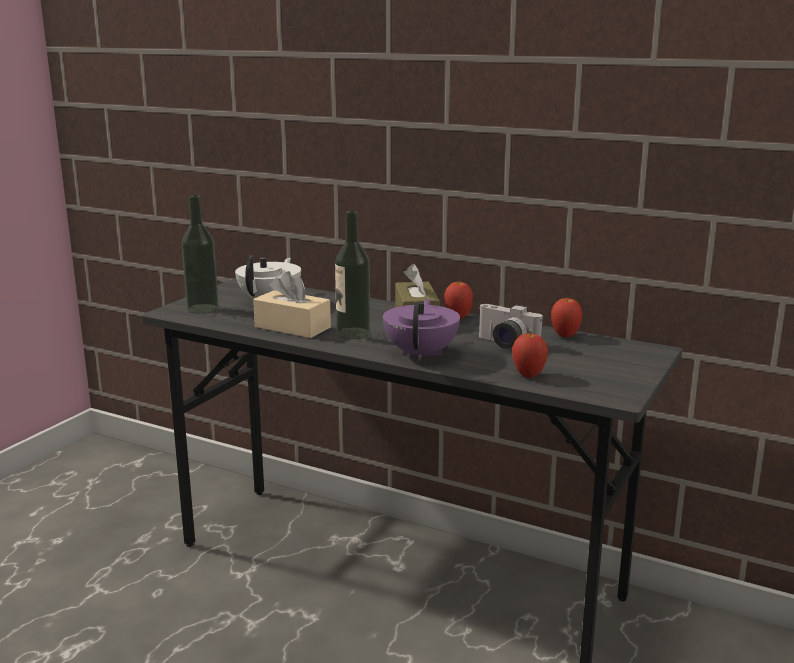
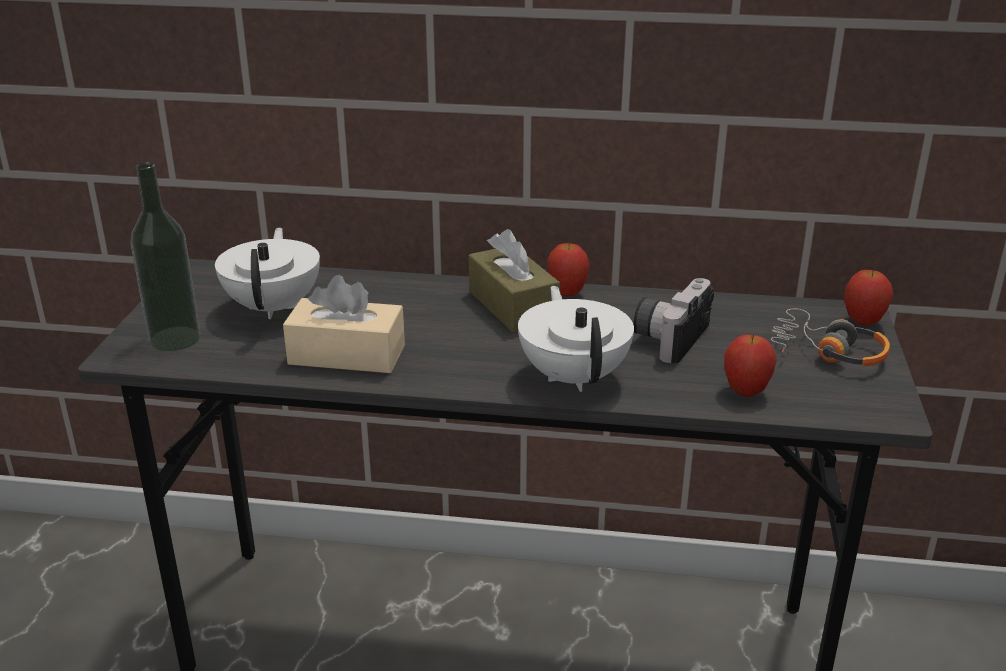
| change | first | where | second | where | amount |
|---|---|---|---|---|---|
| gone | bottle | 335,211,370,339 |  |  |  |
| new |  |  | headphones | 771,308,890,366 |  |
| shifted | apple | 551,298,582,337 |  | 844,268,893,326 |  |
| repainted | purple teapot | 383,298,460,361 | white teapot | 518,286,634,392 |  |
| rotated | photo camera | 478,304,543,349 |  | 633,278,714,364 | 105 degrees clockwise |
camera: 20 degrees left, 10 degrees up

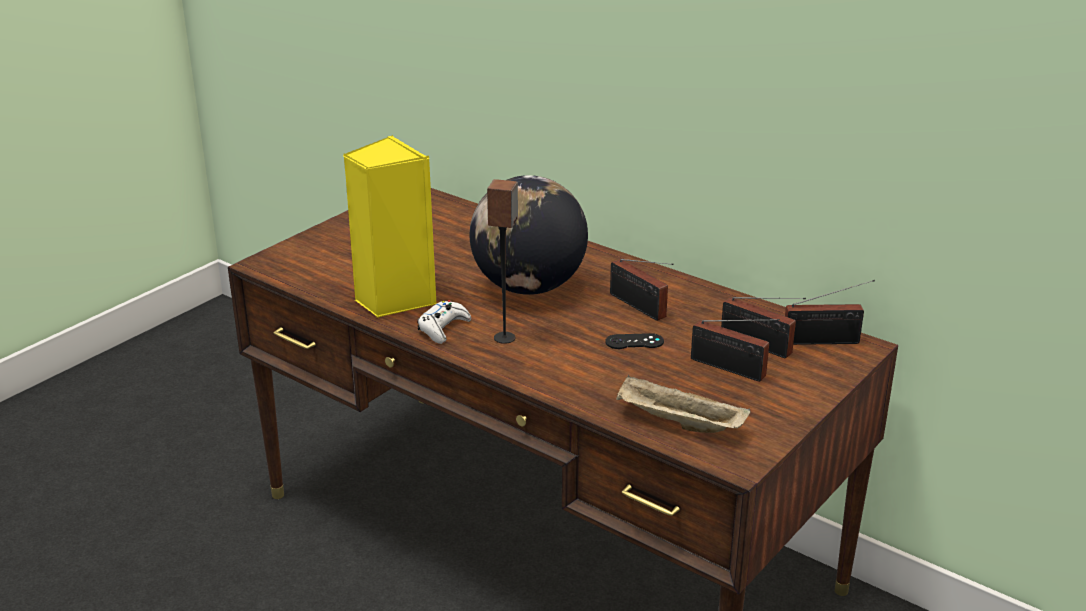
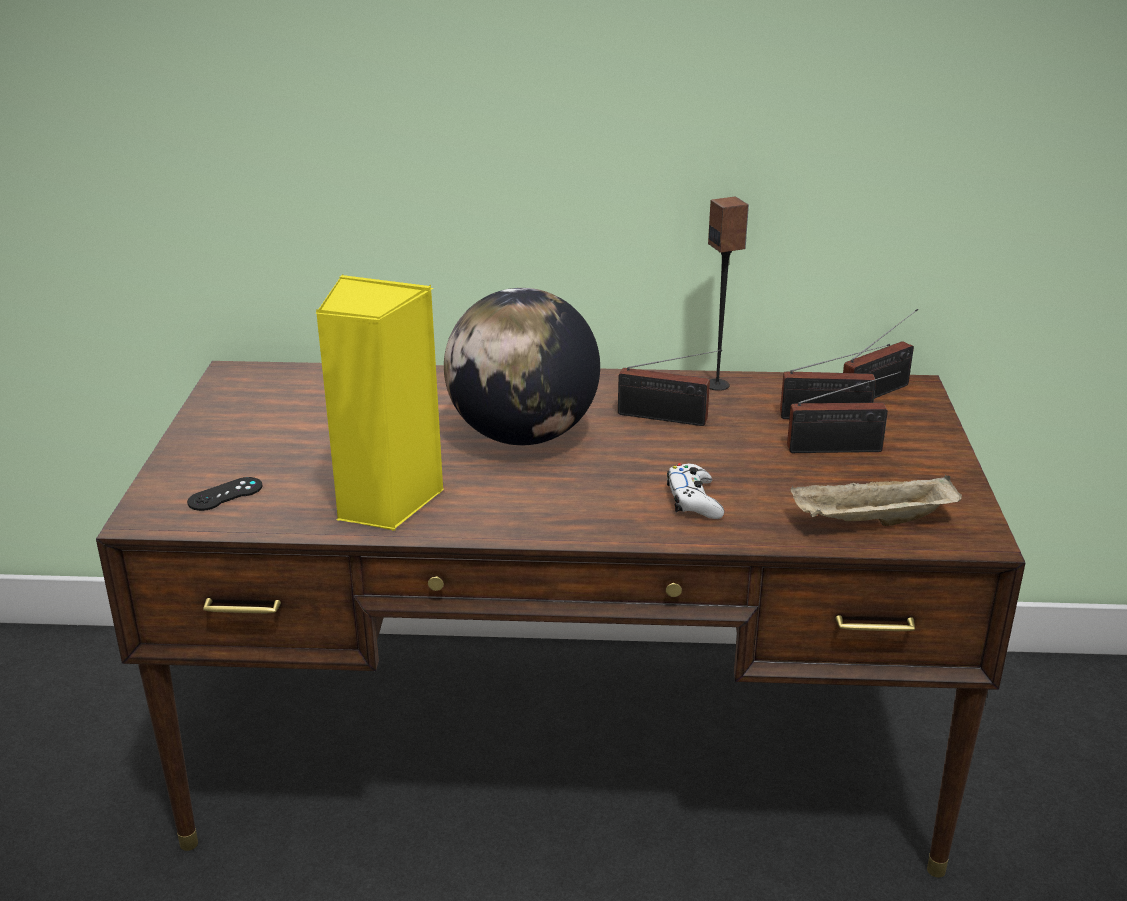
| change | first | where | second | where | amount |
|---|---|---|---|---|---|
| shifted | white game controller | 417,300,471,344 |  | 667,463,724,519 |  |
| shifted | speaker | 487,179,518,344 |  | 708,197,749,391 |  |
| shifted | black game controller | 605,333,664,349 |  | 187,477,262,511 |  |
camera: 35 degrees left, 0 degrees up

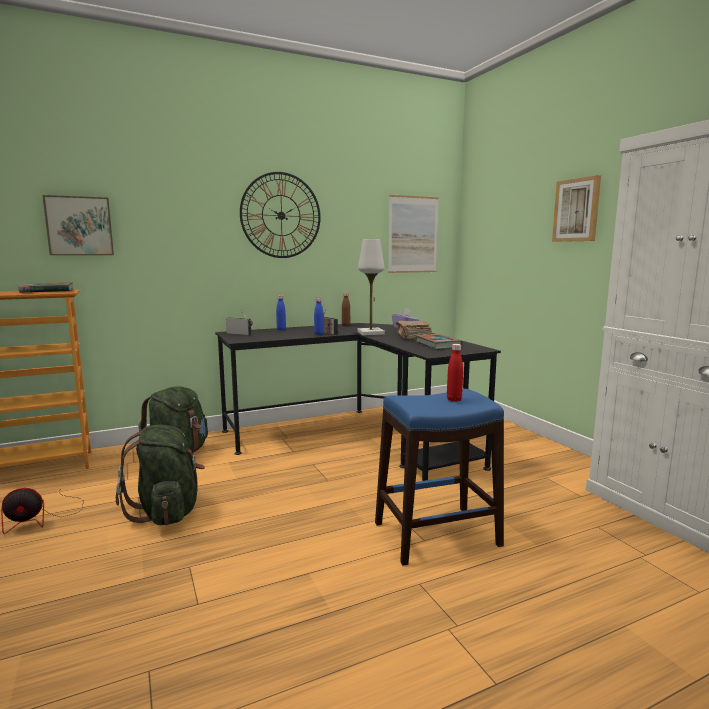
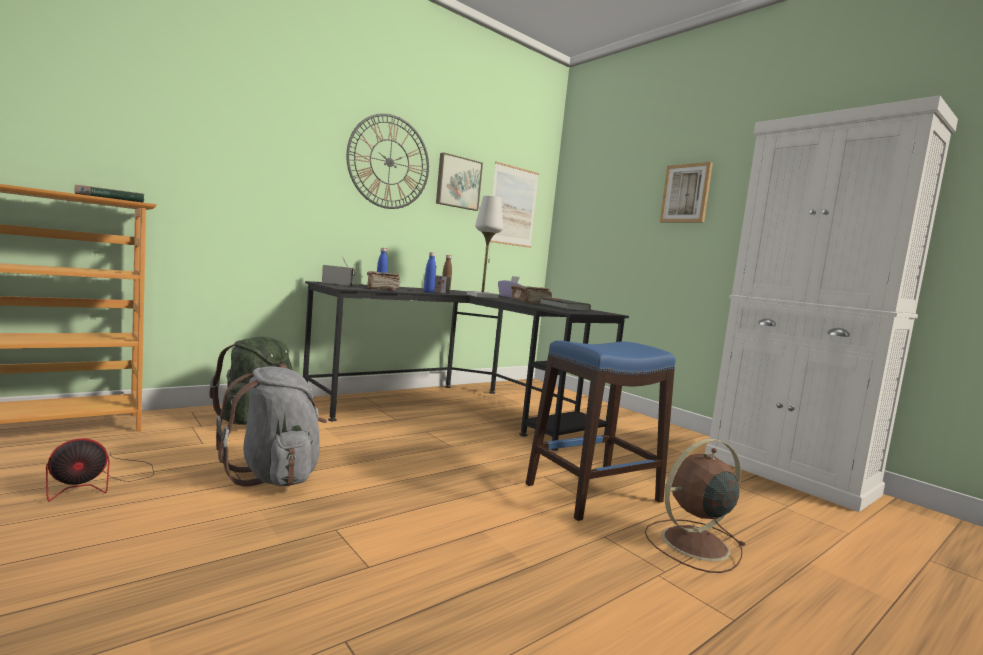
| change | first | where | second | where | amount |
|---|---|---|---|---|---|
| gone | red bottle | 447,344,463,402 |  |  |  |
| new |  |  | brown book | 367,271,400,290 |  |
| new |  |  | brown fan | 645,439,746,573 |  |
| shifted | picture | 42,195,114,255 |  | 436,152,483,211 |  |
| repainted | green backpack | 116,425,205,525 | grey backpack | 216,366,327,486 |  |
camera: 15 degrees left, 5 degrees down

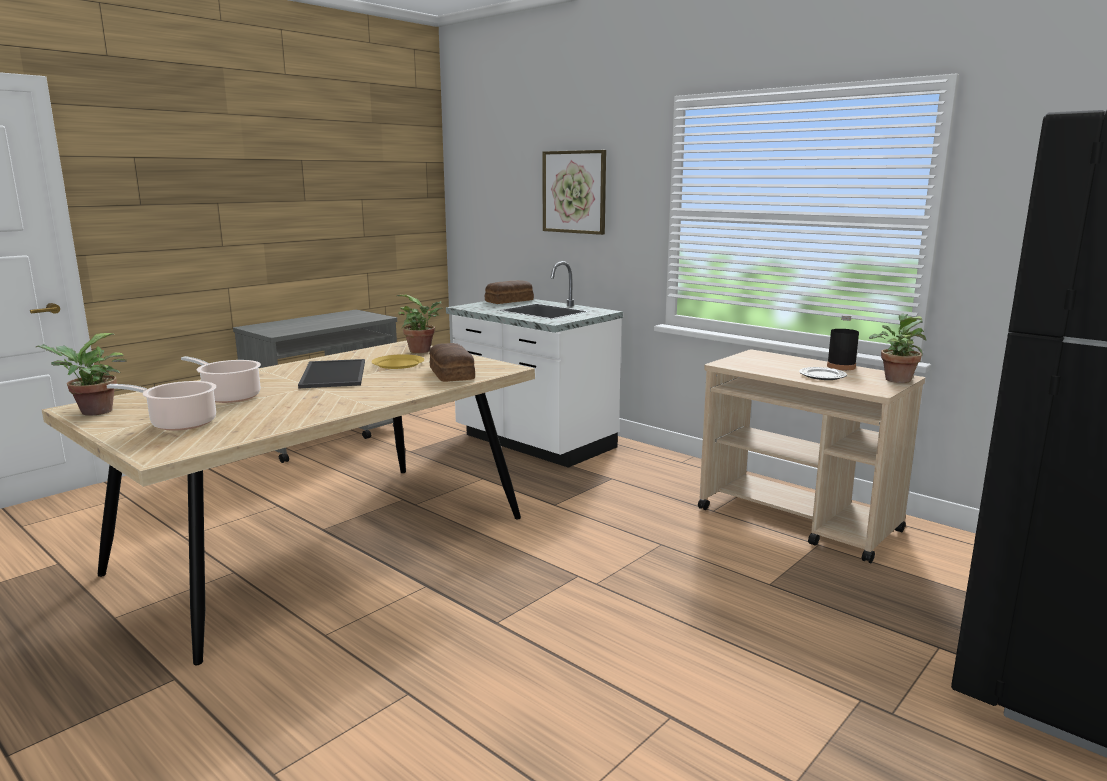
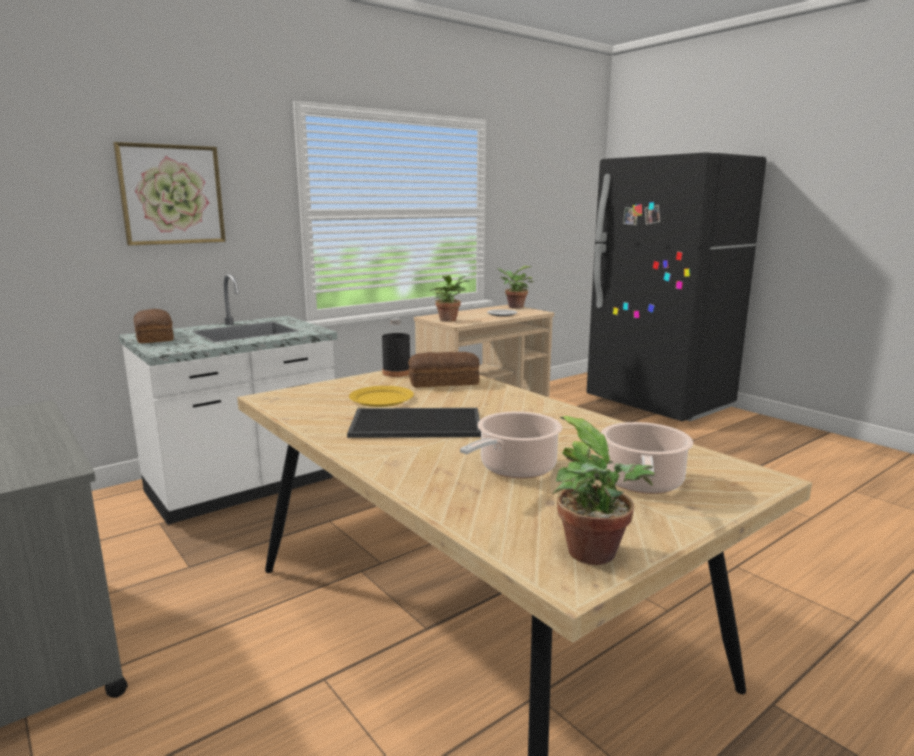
| change | first | where | second | where | amount |
|---|---|---|---|---|---|
| shifted | potted plant | 397,294,442,353 |  | 430,275,469,322 |  |
| shifted | black bottle | 827,315,859,370 |  | 382,319,410,377 |  |
camera: 80 degrees left, 0 degrees up

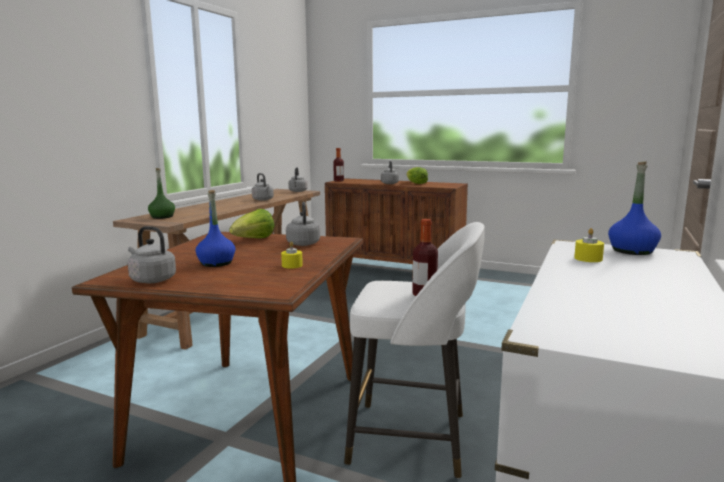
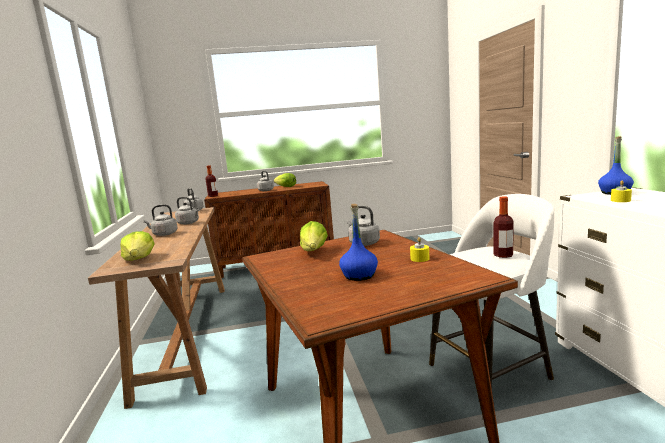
| change | first | where | second | where | amount |
|---|---|---|---|---|---|
| shifted | grey kettle | 128,226,176,283 |  | 143,204,177,236 |  |
| swapped | green bottle | 148,168,175,219 | lettuce | 120,231,155,261 |  |
camera: 35 degrees left, 0 degrees up

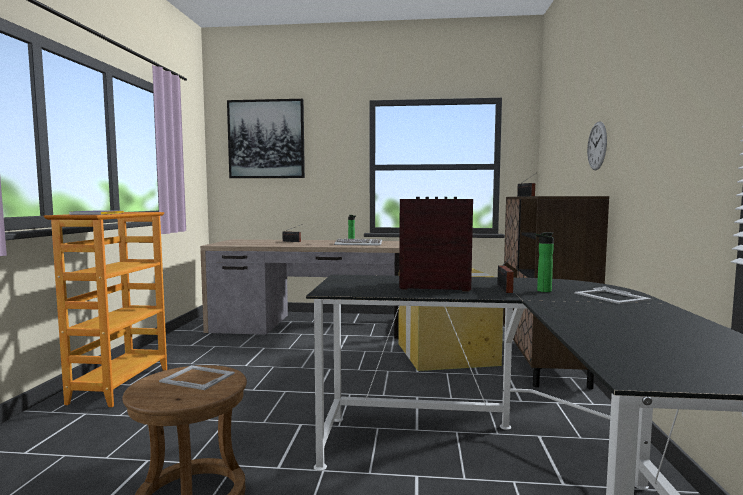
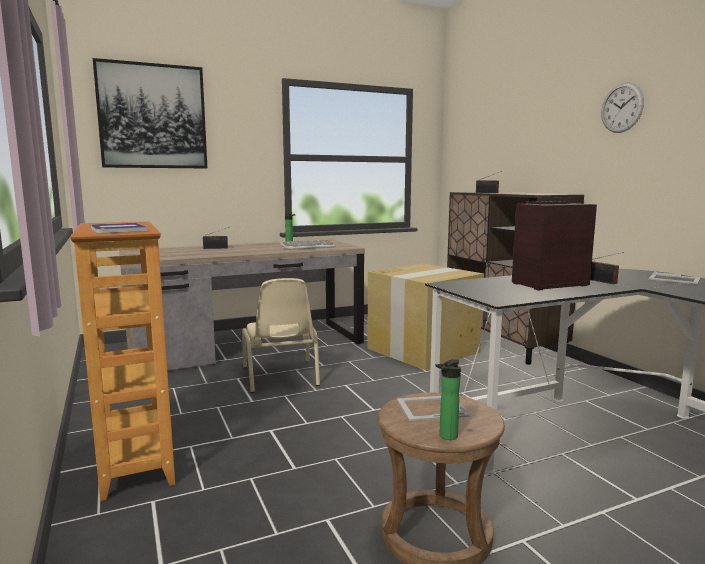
| change | first | where | second | where | amount |
|---|---|---|---|---|---|
| new |  |  | beige chair | 242,278,320,393 |  |
| shifted | bottle | 533,232,554,292 |  | 435,359,461,440 |  |
| shifted | wall clock | 587,121,607,170 |  | 601,83,644,133 |  |
camera: 30 degrees left, 5 degrees up

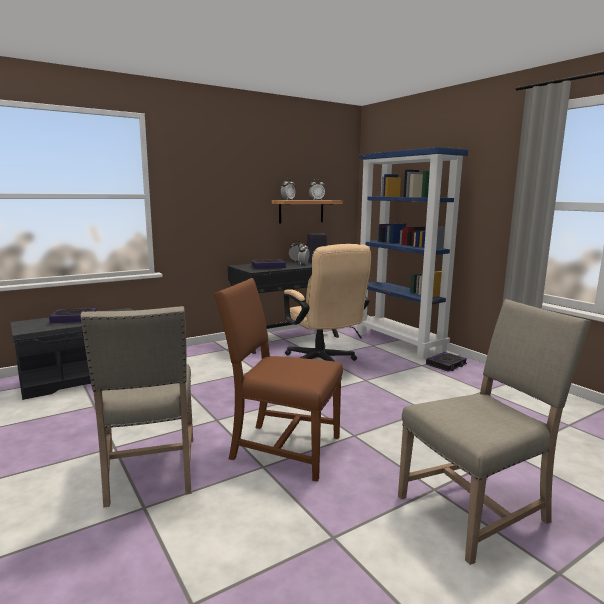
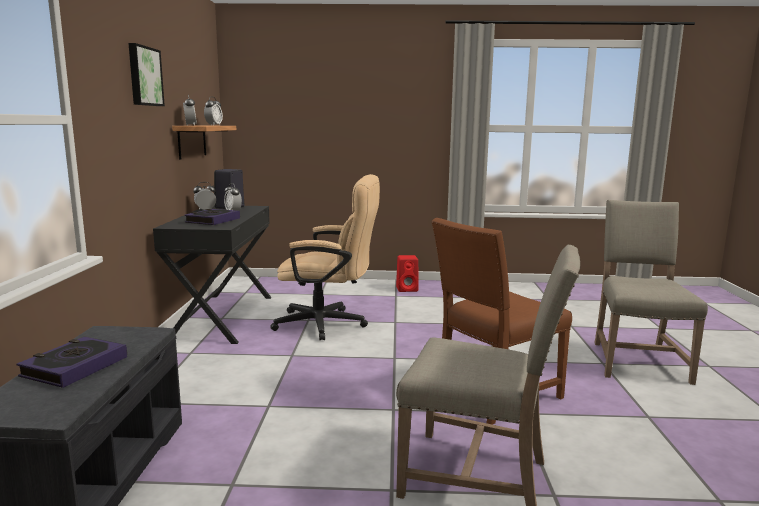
| change | first | where | second | where | amount |
|---|---|---|---|---|---|
| gone | blue bookcase | 357,147,468,359 |  |  |  |
| new |  |  | picture | 128,43,165,106 |  |
| swapped | book | 426,352,467,372 | red speaker | 396,255,418,292 |  |
camera: 55 degrees left, 0 degrees up

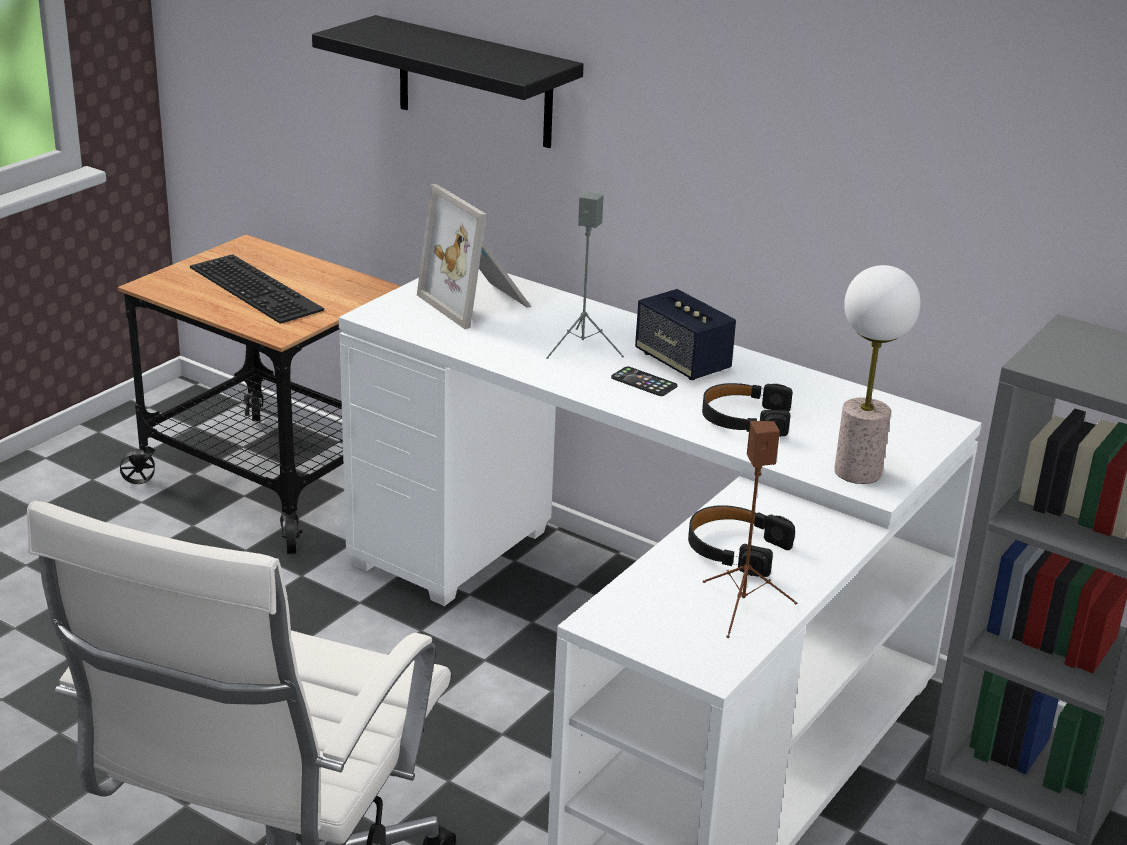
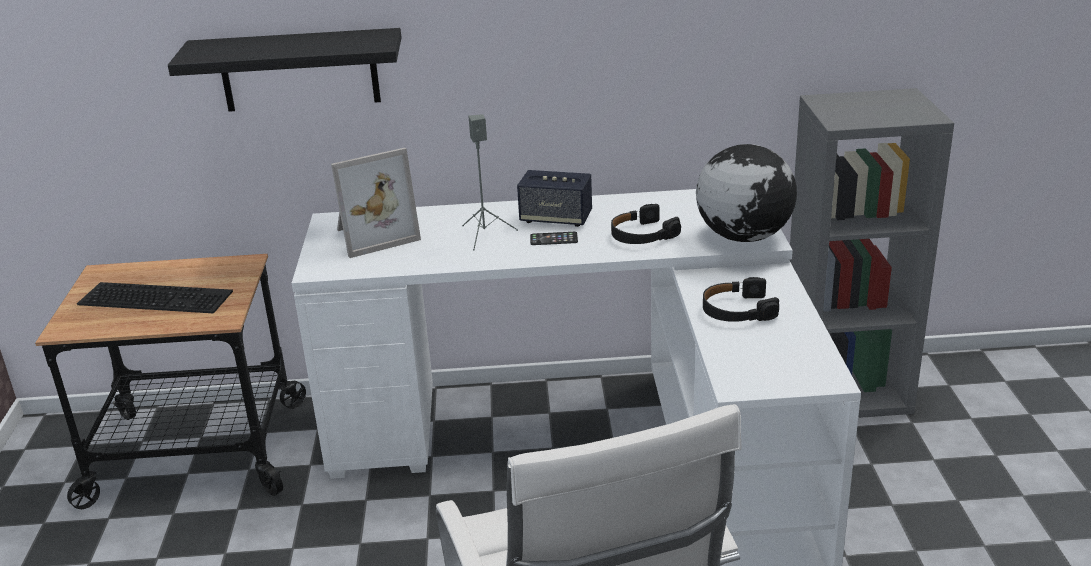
| change | first | where | second | where | amount |
|---|---|---|---|---|---|
| gone | brown speaker | 703,421,797,638 |  |  |  |
| swapped | table lamp | 834,265,920,484 | globe | 696,144,797,242 |  |
| rotated | picture frame | 417,184,531,329 |  | 331,148,421,258 | 45 degrees counterclockwise |
camera: 35 degrees left, 0 degrees up

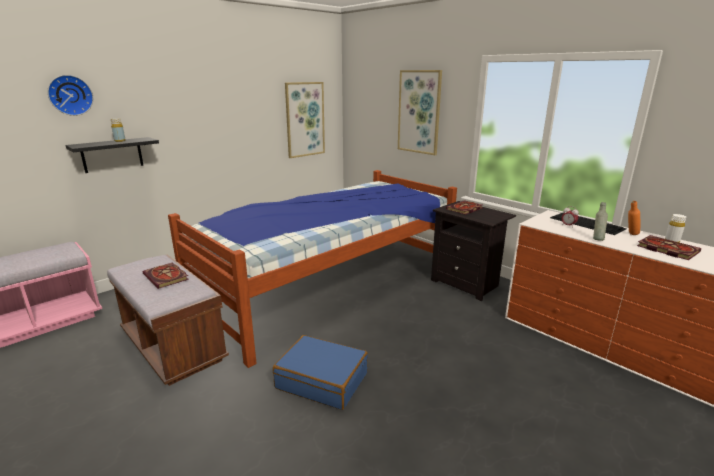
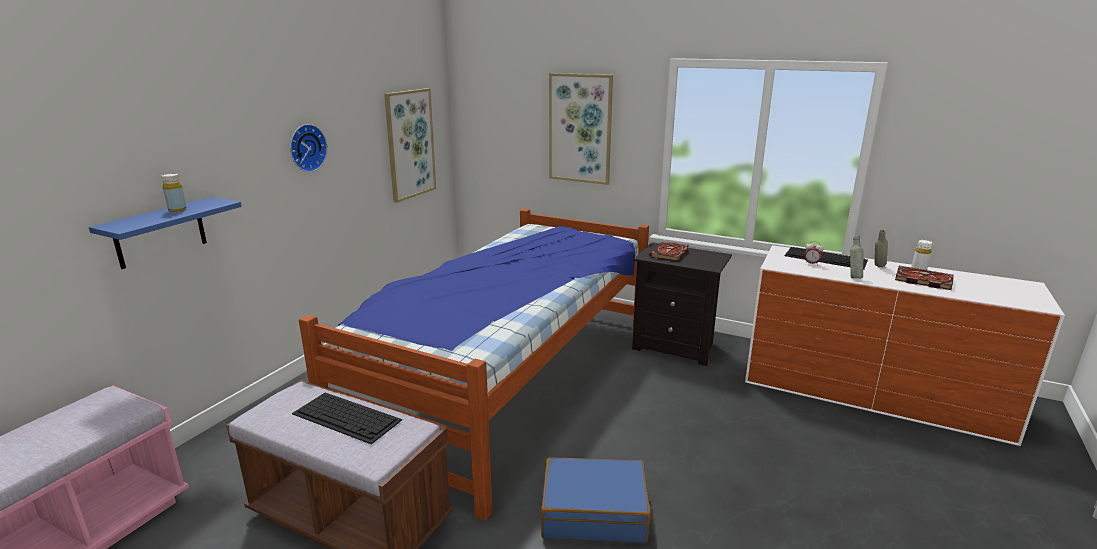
| change | first | where | second | where | amount |
|---|---|---|---|---|---|
| shifted | wall clock | 47,75,93,116 |  | 290,124,327,172 |  |
| swapped | book | 143,263,189,289 | keyboard | 292,393,402,444 |  |
| repainted | black shelf | 65,137,159,173 | blue shelf | 89,197,242,269 |  |
| repainted | orange bottle | 628,201,640,235 | grey bottle | 874,230,888,267 |  |
camera: 20 degrees left, 0 degrees up

